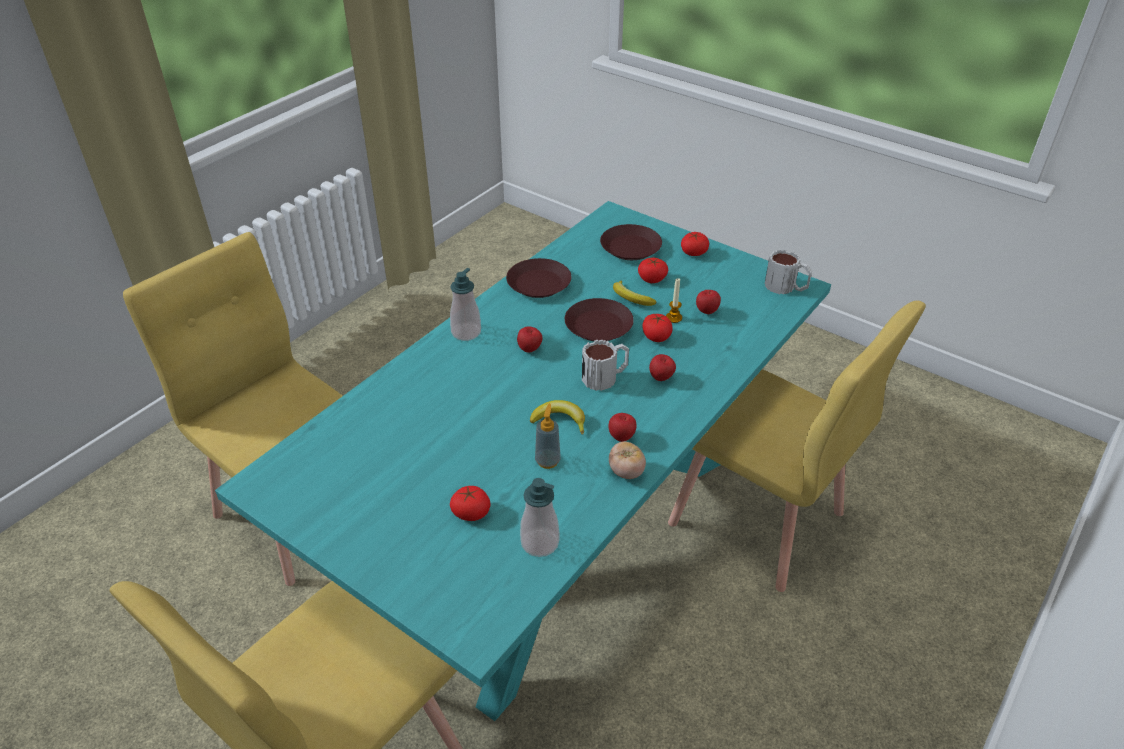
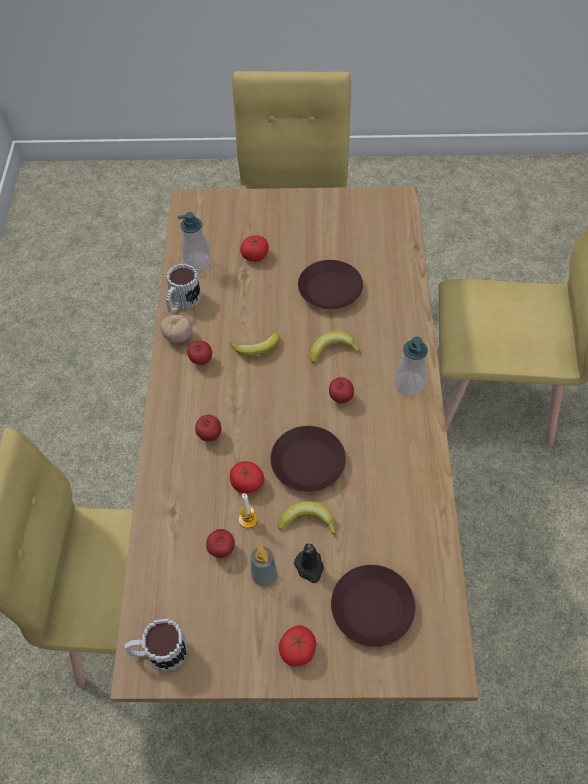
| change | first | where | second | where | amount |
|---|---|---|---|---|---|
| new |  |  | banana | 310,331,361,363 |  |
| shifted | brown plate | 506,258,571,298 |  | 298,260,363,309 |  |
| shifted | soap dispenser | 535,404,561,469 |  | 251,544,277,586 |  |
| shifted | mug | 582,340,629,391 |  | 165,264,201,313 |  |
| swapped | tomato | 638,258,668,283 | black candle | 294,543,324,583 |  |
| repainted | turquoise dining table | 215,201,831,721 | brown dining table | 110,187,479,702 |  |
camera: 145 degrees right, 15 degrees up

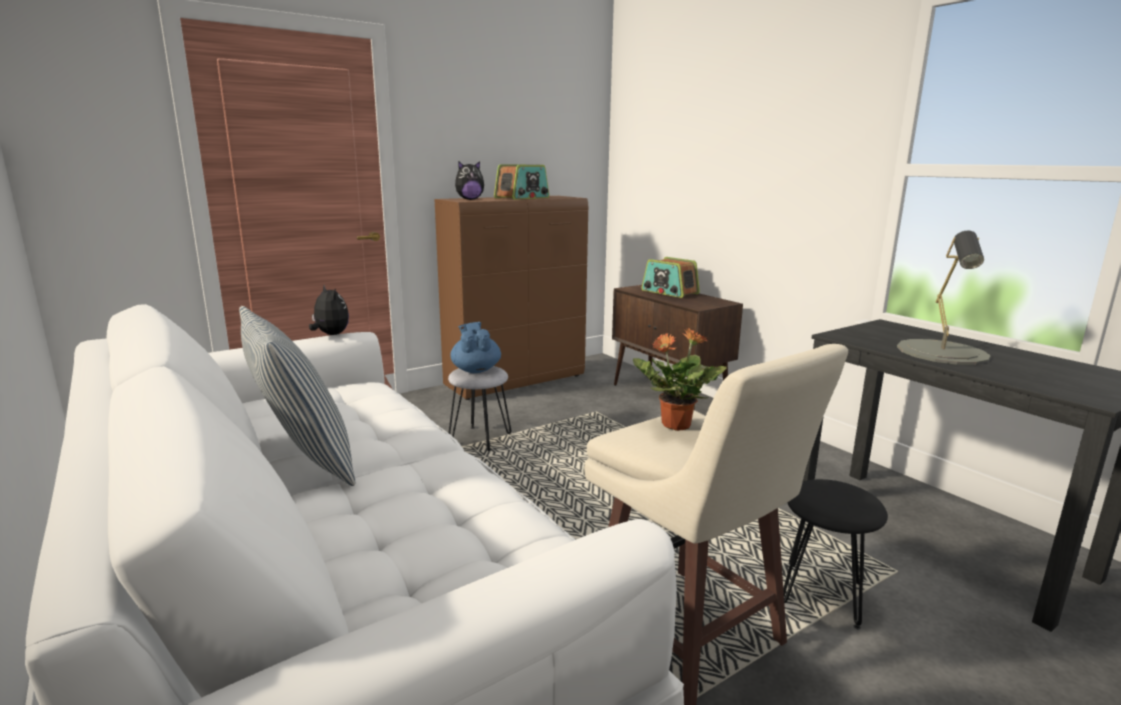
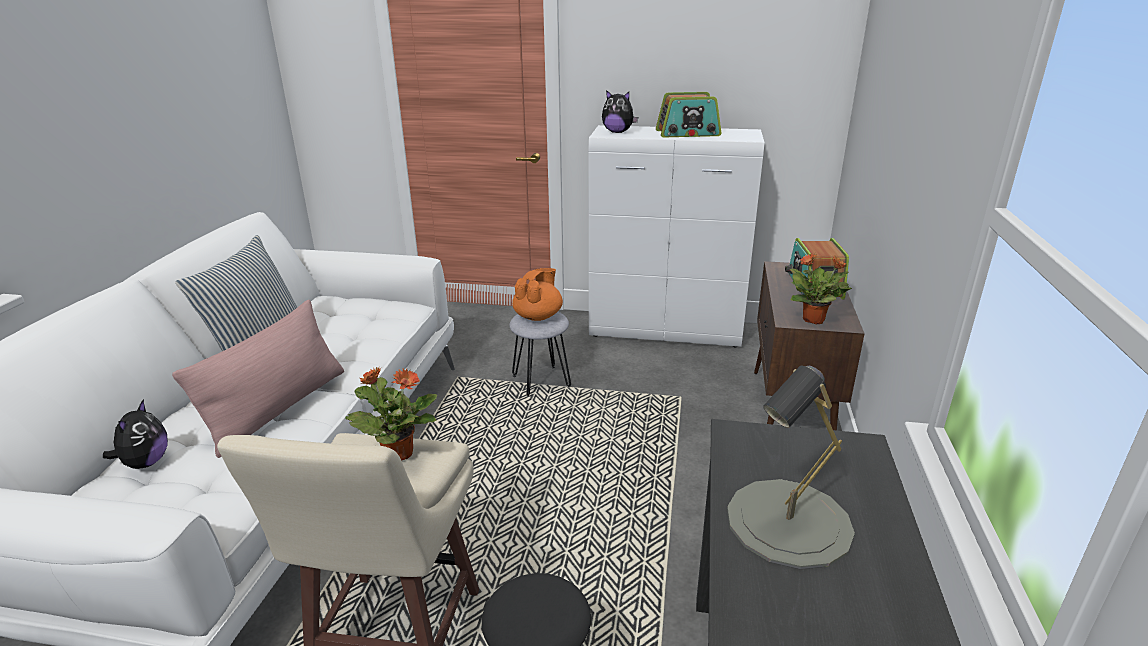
| change | first | where | second | where | amount |
|---|---|---|---|---|---|
| new |  |  | pink pillow | 172,299,344,458 |  |
| new |  |  | potted plant | 790,253,852,324 |  |
| shifted | plush toy | 309,285,349,335 |  | 103,400,168,469 |  |
| repainted | brown cabinet | 434,196,588,400 | white cabinet | 589,125,765,347 |  |
| repainted | blue teapot | 450,322,501,373 | orange teapot | 512,268,563,321 |  |
camera: 45 degrees right, 10 degrees up

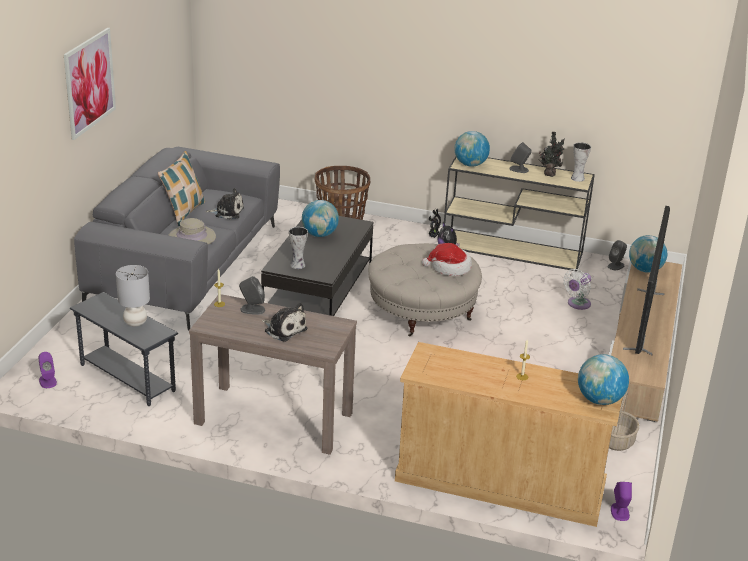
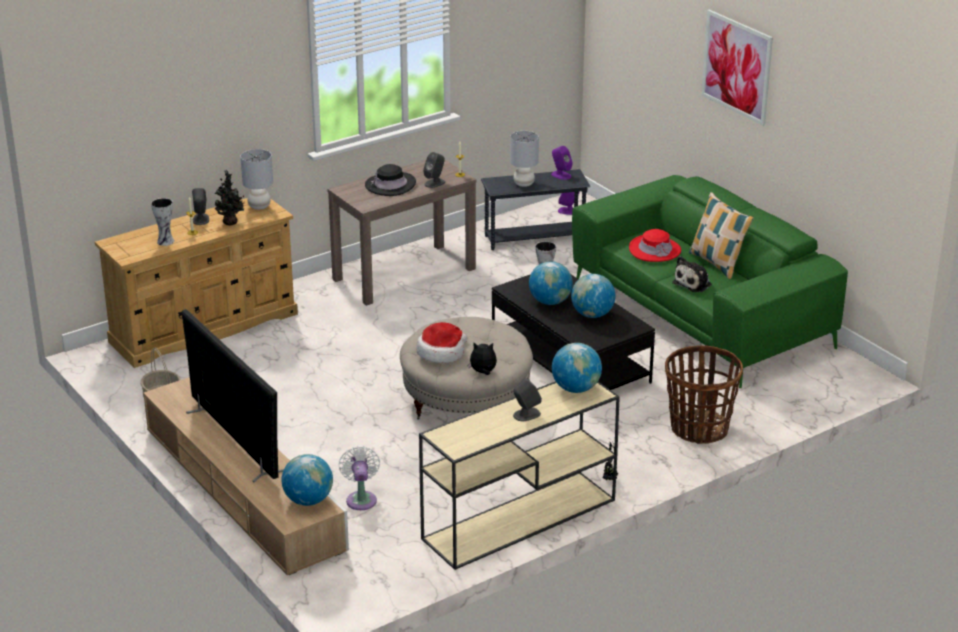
| change | first | where | second | where | amount |
|---|---|---|---|---|---|
| new |  |  | grey table lamp | 240,149,273,210 |  |
| shifted | potted plant | 539,132,565,177 |  | 215,170,244,225 |  |
| shifted | vase | 571,142,591,182 |  | 151,198,174,246 |  |
| shifted | globe | 578,354,629,405 |  | 529,261,573,305 |  |
| shifted | grey speaker | 608,240,627,270 |  | 192,188,209,225 |  |
| shifted | purple speaker | 611,482,632,521 |  | 551,146,573,180 |  |
| swapped | plush toy | 262,303,307,342 | black hat | 365,164,416,196 |  |
| repainted | grey sofa | 74,147,280,331 | green sofa | 572,175,848,388 |  |
| repainted | beige hat | 168,218,216,244 | red hat | 629,229,681,262 |  |
camera: 130 degrees right, 0 degrees up

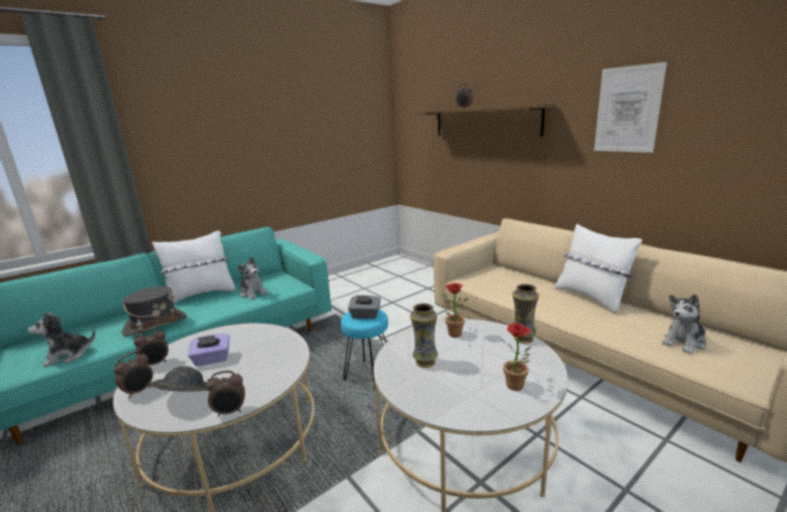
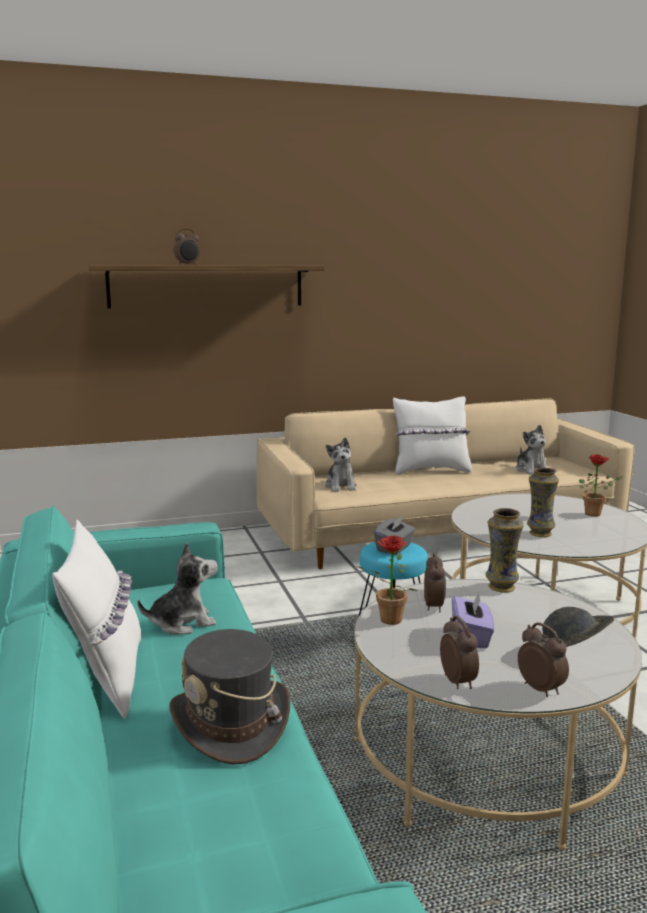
| change | first | where | second | where | amount |
|---|---|---|---|---|---|
| gone | picture | 594,62,667,153 |  |  |  |
| shifted | plush toy | 28,311,96,367 |  | 325,437,357,492 |  |
| shifted | alarm clock | 206,371,245,417 |  | 424,552,446,612 |  |
| shifted | potted plant | 442,283,468,338 |  | 357,536,418,625 |  |
| shifted | vase | 512,284,539,344 |  | 486,508,524,593 |  |
camera: 70 degrees left, 5 degrees down

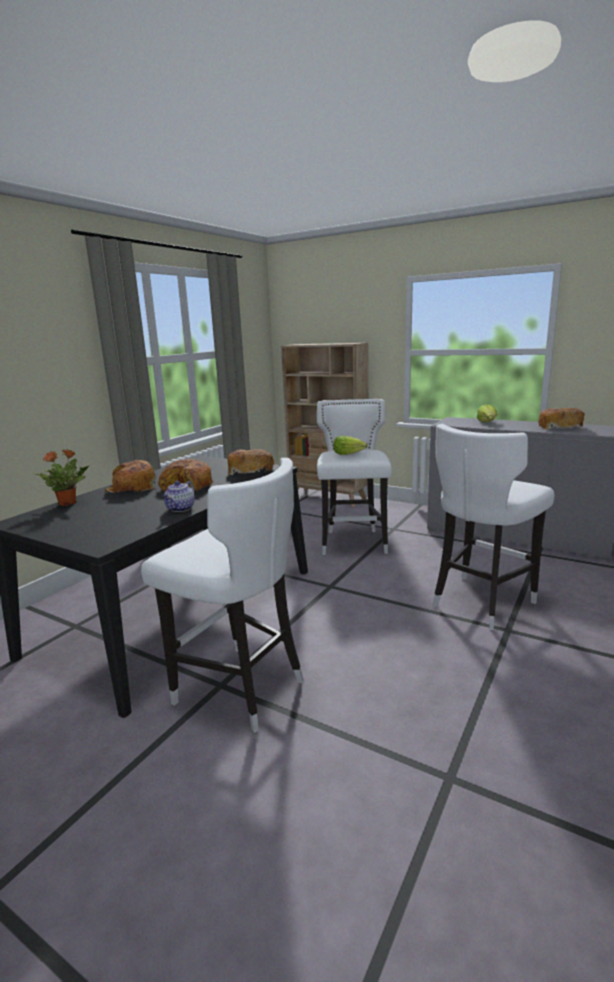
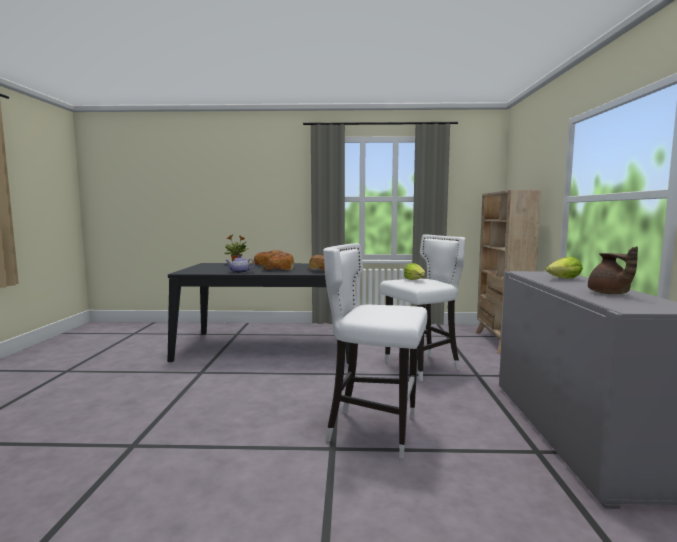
| change | first | where | second | where | amount |
|---|---|---|---|---|---|
| gone | white stool | 141,458,304,733 |  |  |  |
| swapped | bread | 538,408,585,430 | brown teapot | 588,246,638,294 |  |
camera: 60 degrees right, 10 degrees down

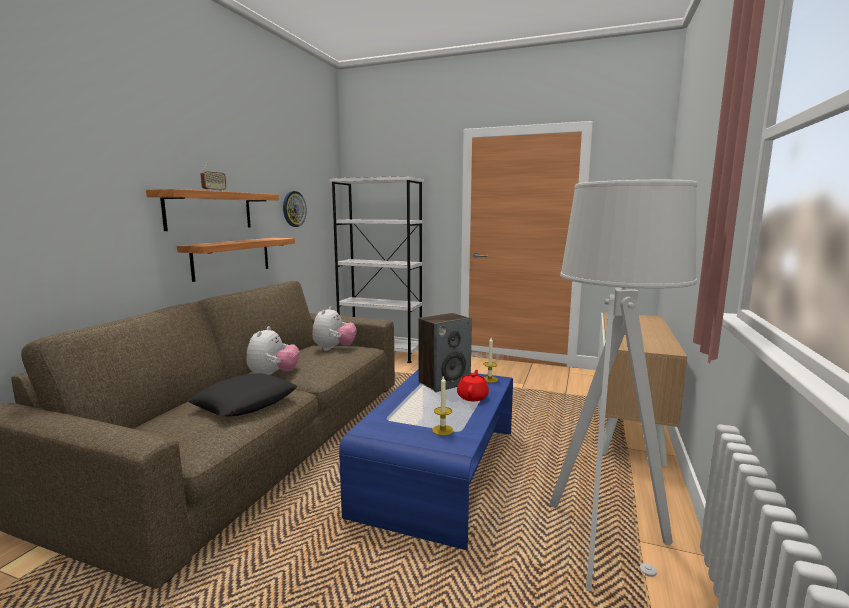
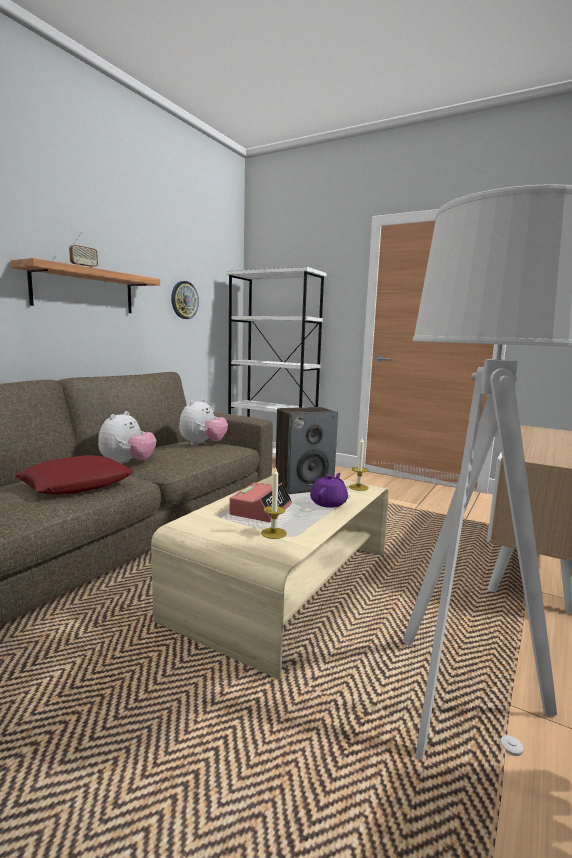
| change | first | where | second | where | amount |
|---|---|---|---|---|---|
| gone | shelf | 177,238,295,282 |  |  |  |
| new |  |  | alarm clock | 229,482,292,522 |  |
| repainted | black pillow | 187,373,298,417 | red pillow | 15,455,134,495 |  |
| repainted | blue coffee table | 339,369,513,550 | beige coffee table | 151,475,389,680 |  |
| repainted | red teapot | 457,370,489,401 | purple teapot | 310,473,348,508 |  |
camera: 10 degrees right, 0 degrees up

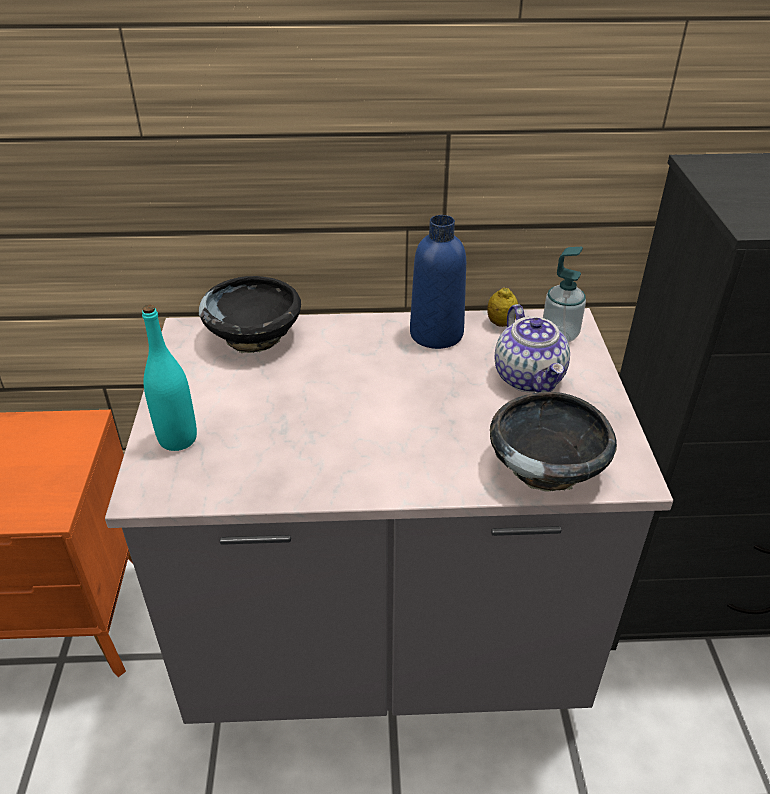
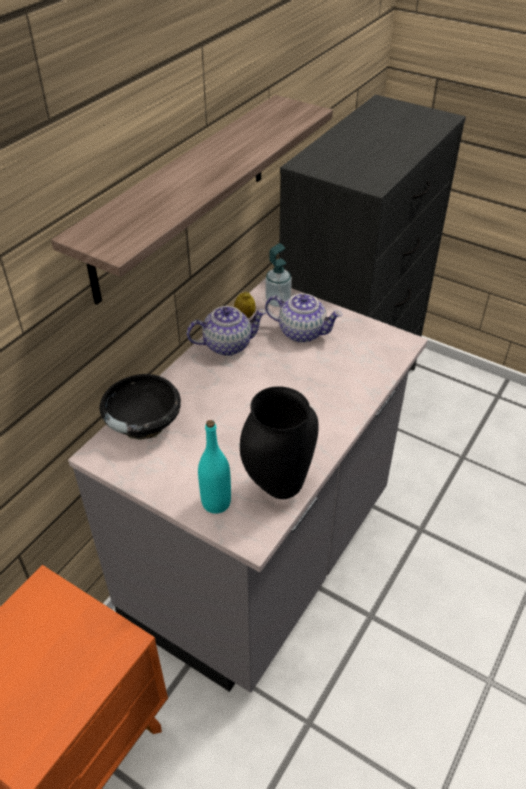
| change | first | where | second | where | amount |
|---|---|---|---|---|---|
| gone | black bowl | 490,392,617,492 |  |  |  |
| new |  |  | shelf | 51,95,333,305 |  |
| new |  |  | black vase | 240,386,319,499 |  |
| swapped | blue bottle | 410,215,466,349 | teapot | 187,306,267,356 |  |
camera: 55 degrees left, 5 degrees up

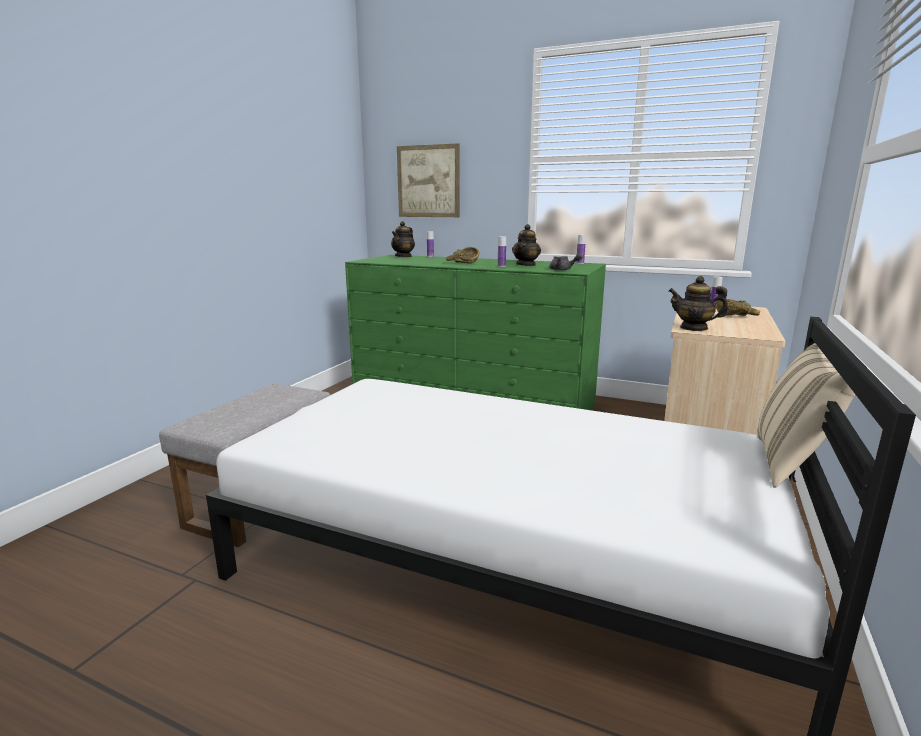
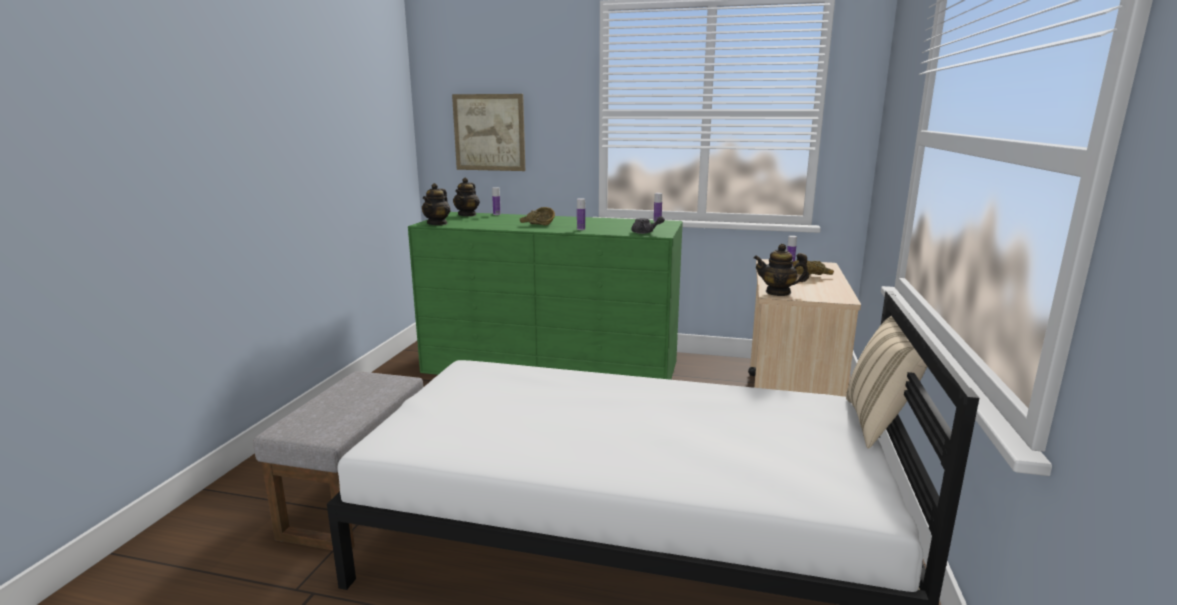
| change | first | where | second | where | amount |
|---|---|---|---|---|---|
| shifted | teapot | 512,224,541,266 |  | 422,183,451,225 |  |
camera: 10 degrees left, 0 degrees up

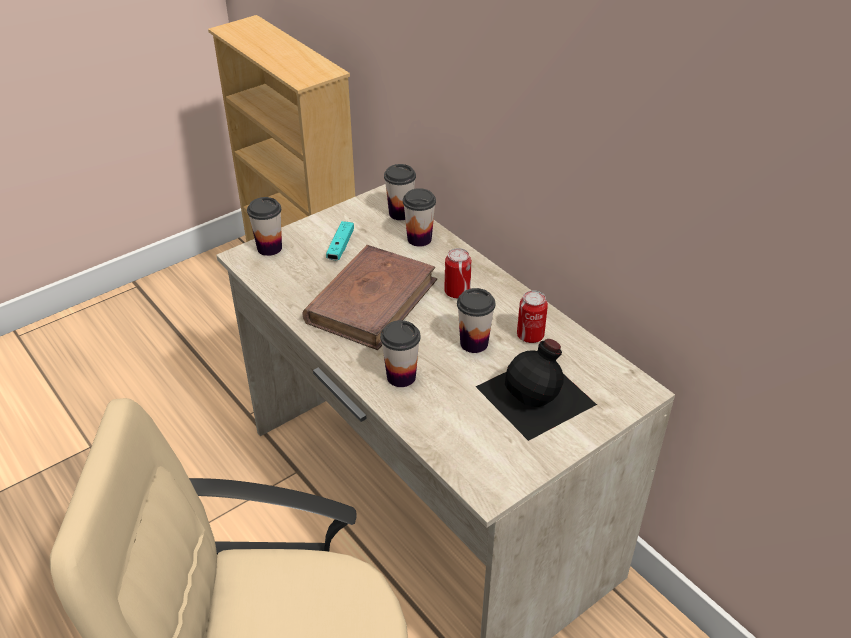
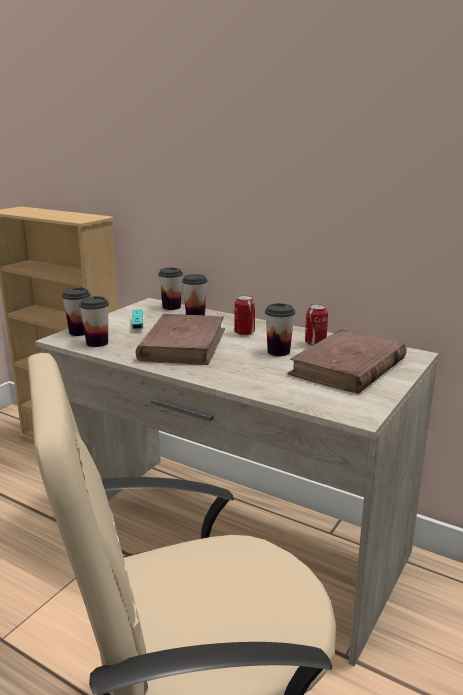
| change | first | where | second | where | amount |
|---|---|---|---|---|---|
| shifted | cup | 380,320,420,387 |  | 79,296,109,347 |  |
| swapped | black bottle | 476,339,597,441 | brown book | 288,329,407,394 |  |
camera: 20 degrees left, 20 degrees down

